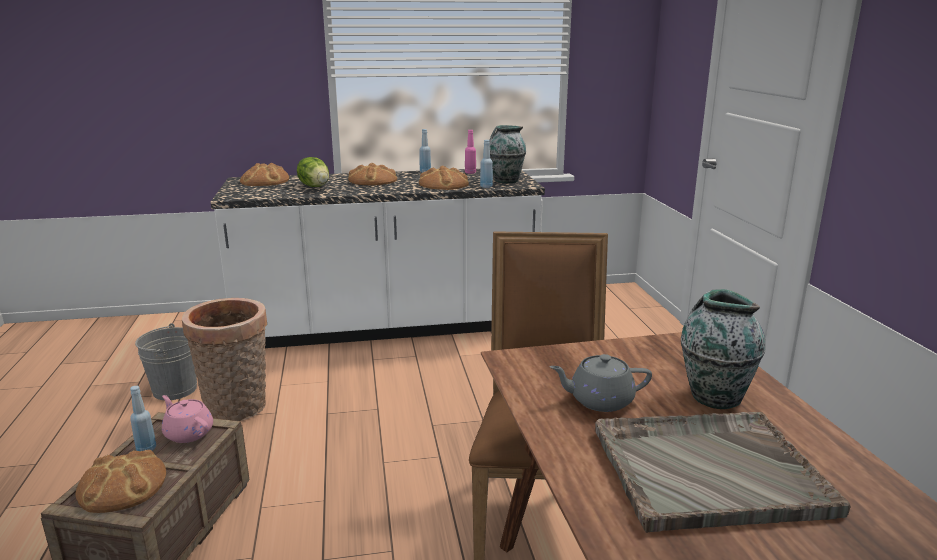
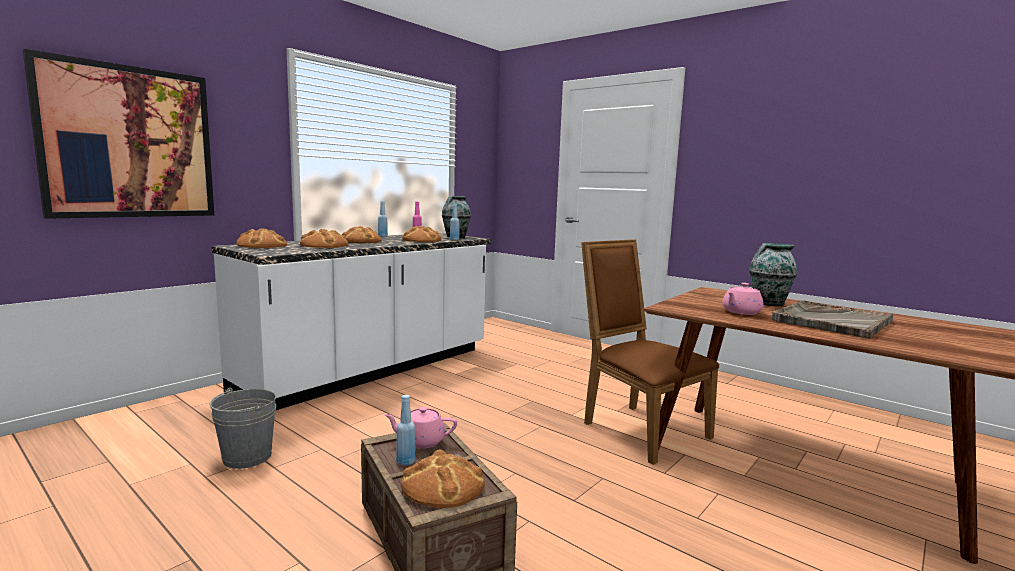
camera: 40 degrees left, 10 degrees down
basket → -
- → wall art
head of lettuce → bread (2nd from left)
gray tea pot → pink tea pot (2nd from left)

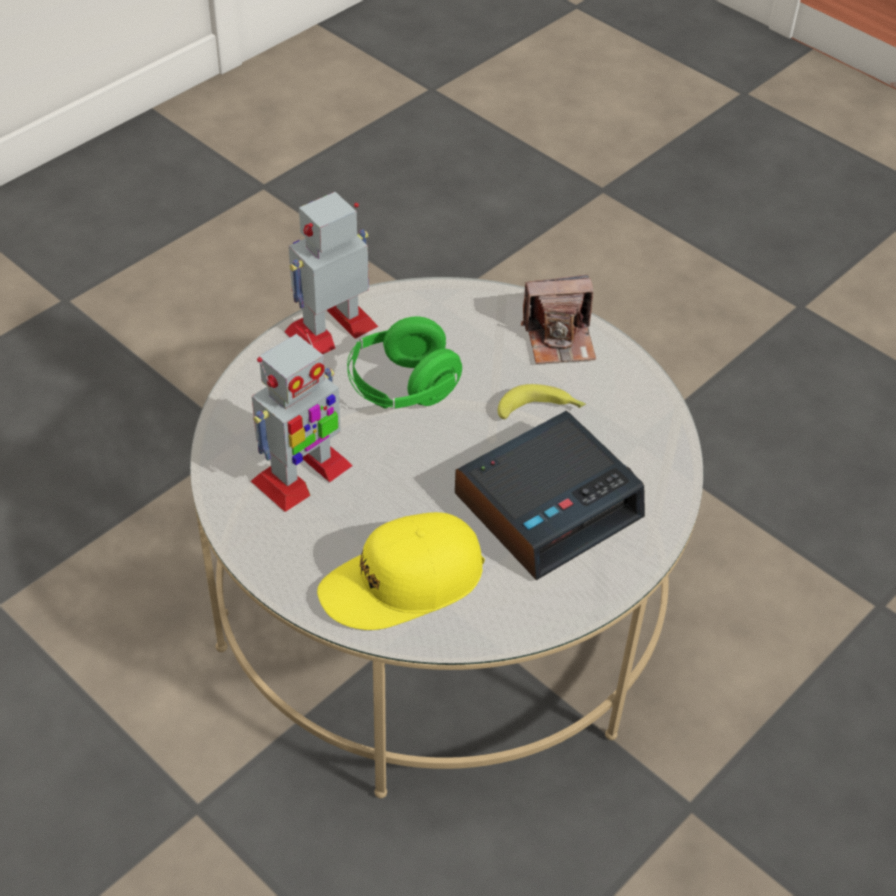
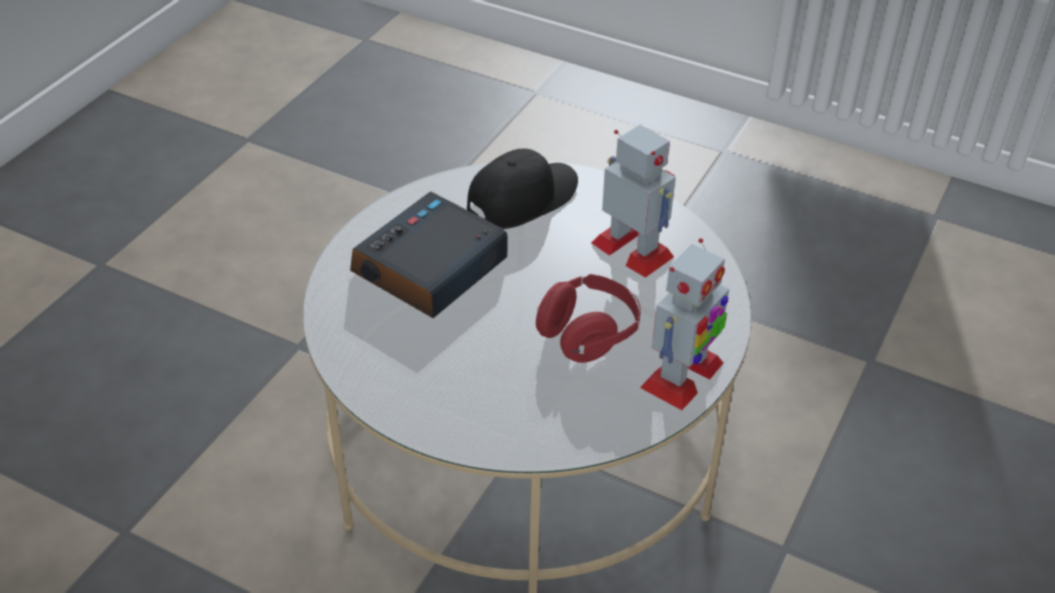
camera: 165 degrees right, 5 degrees down
banana → -
photo camera → -
yellowish baseball cap → black-coloured baseball cap
greenish headphones → red-coloured headphones
toy robot (1st from left), 105 degrees clockwise

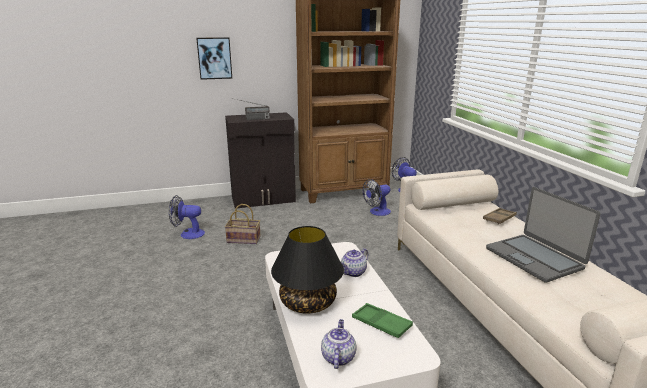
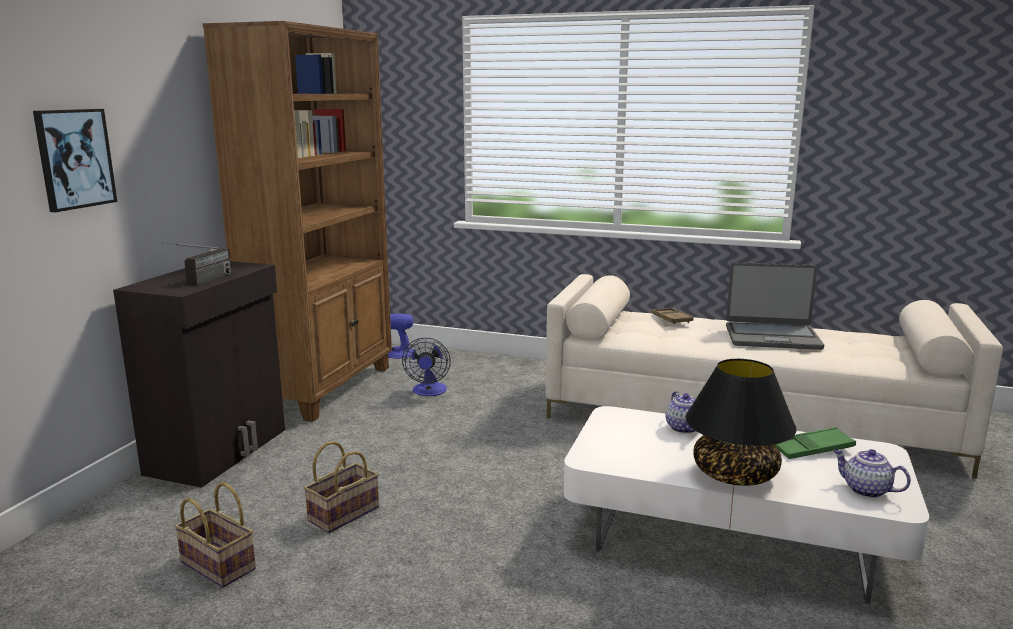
camera: 55 degrees left, 5 degrees down
cooling fan (1st from left) → basket (1st from left)

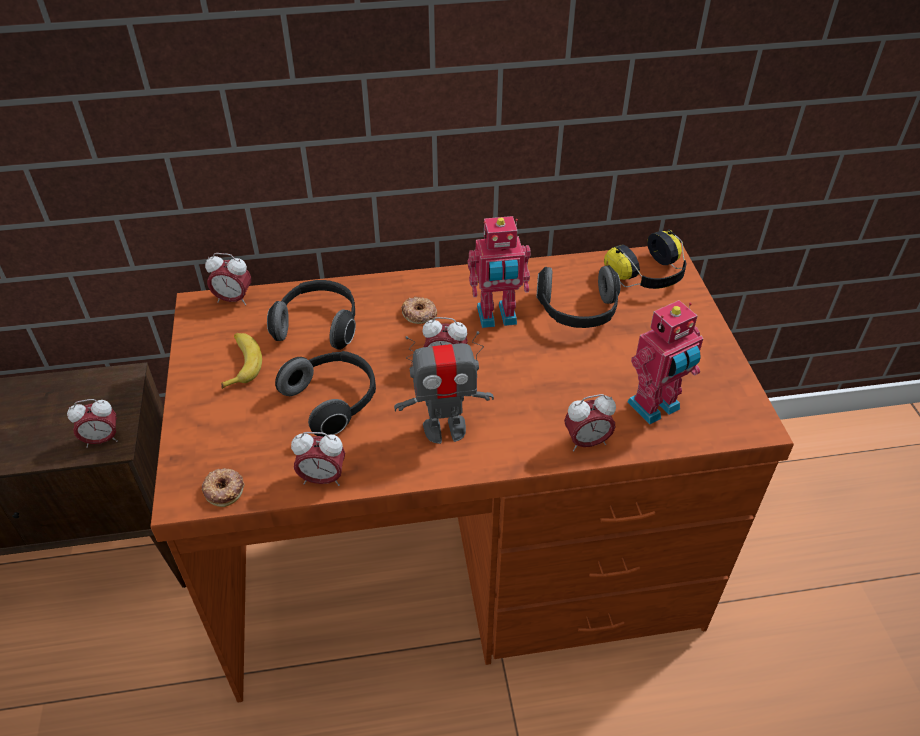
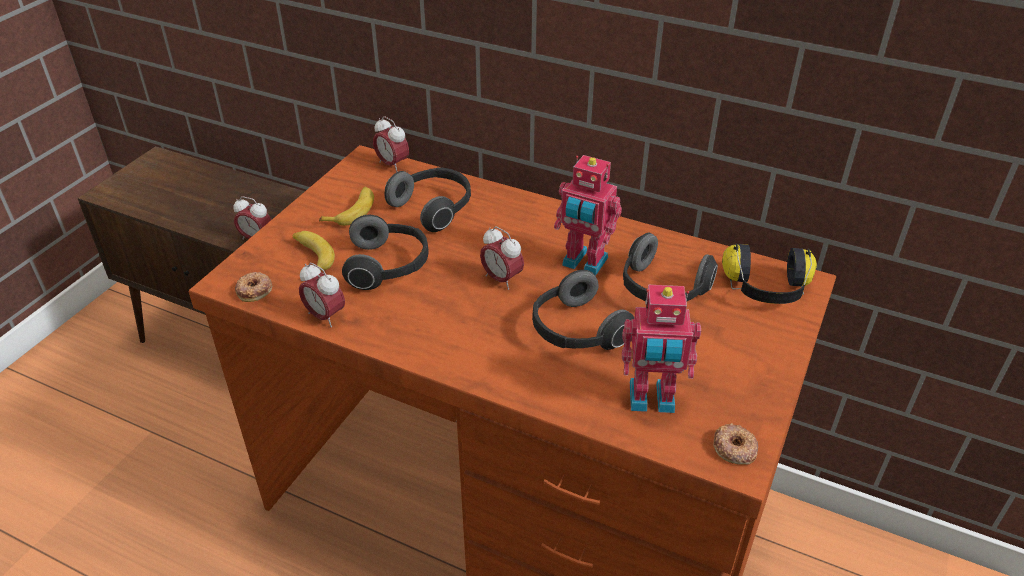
camera: 35 degrees right, 5 degrees down
toy robot (1st from left) → -
alarm clock (5th from left) → -
- → banana (1st from left)
- → headphones (3rd from left)
donut (2nd from left), moved

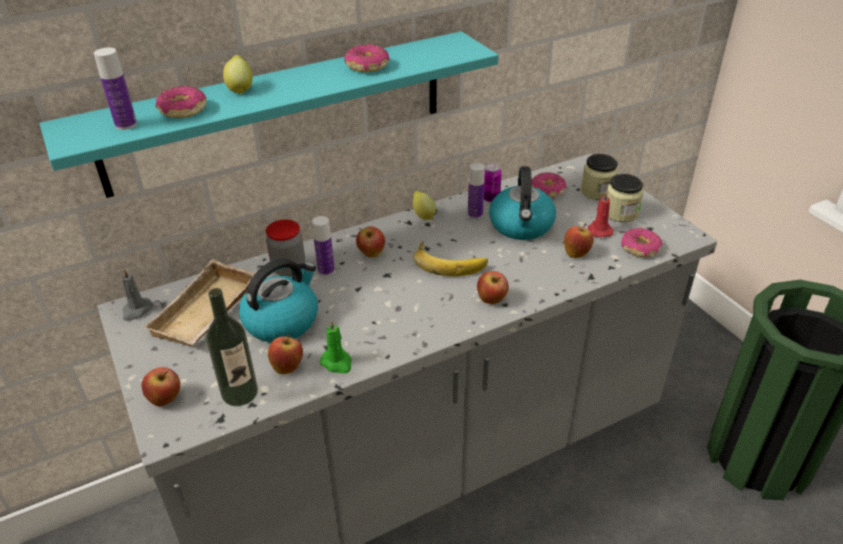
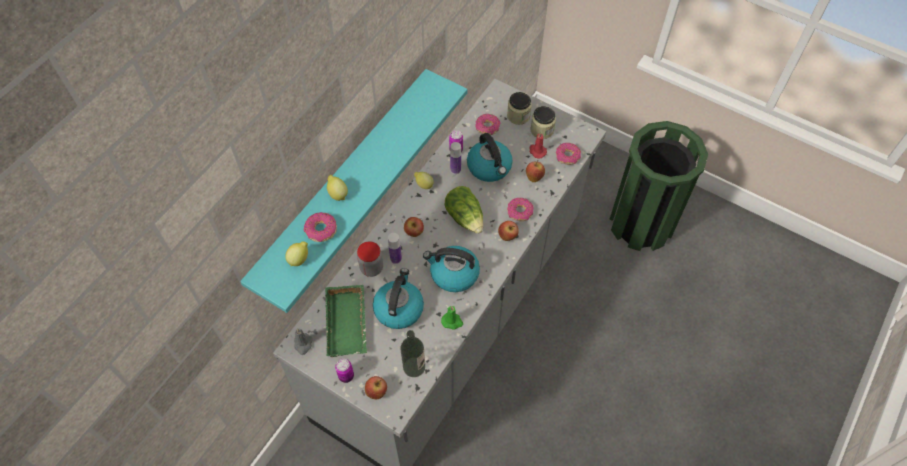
camera: 30 degrees left, 20 degrees up
apple (2nd from left) → -
- → metal can (1st from left)
- → water kettle (2nd from left)
donut (2nd from left in the first image) → donut (3rd from left), moved
bottle (1st from left) → citrus fruit (1st from left)
banana → head of lettuce
beige-coloured carrying tray → greenish carrying tray

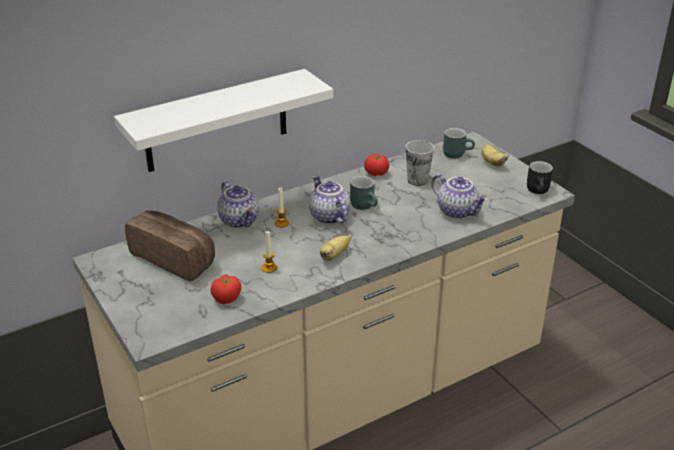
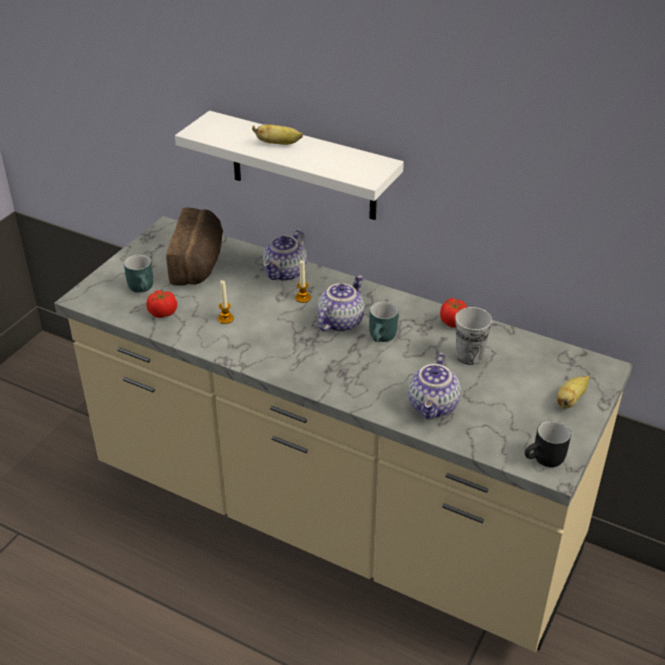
camera: 60 degrees right, 5 degrees up
banana (1st from left), moved
turquoise-coloured tea mug (2nd from left in the first image) → turquoise-coloured tea mug (1st from left), moved

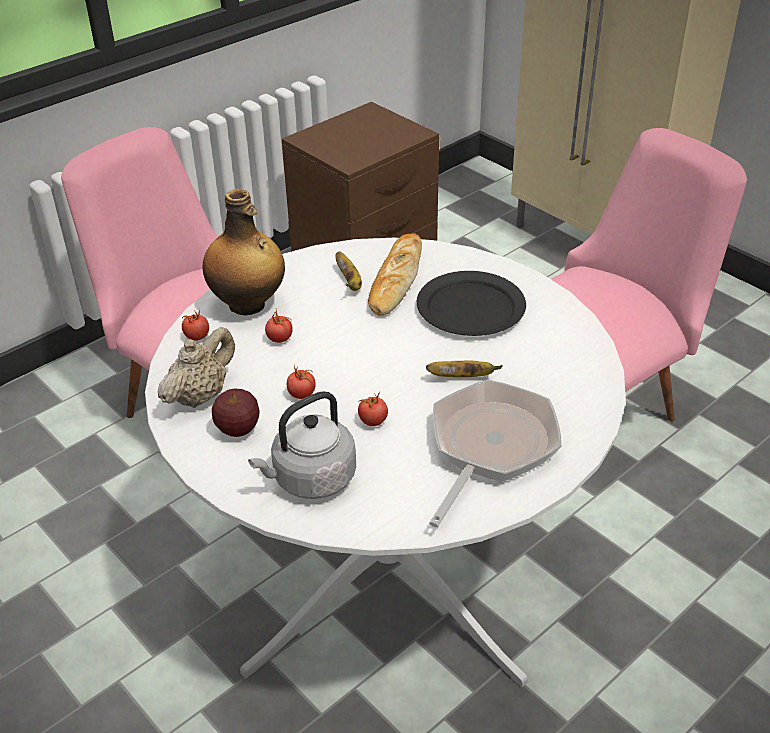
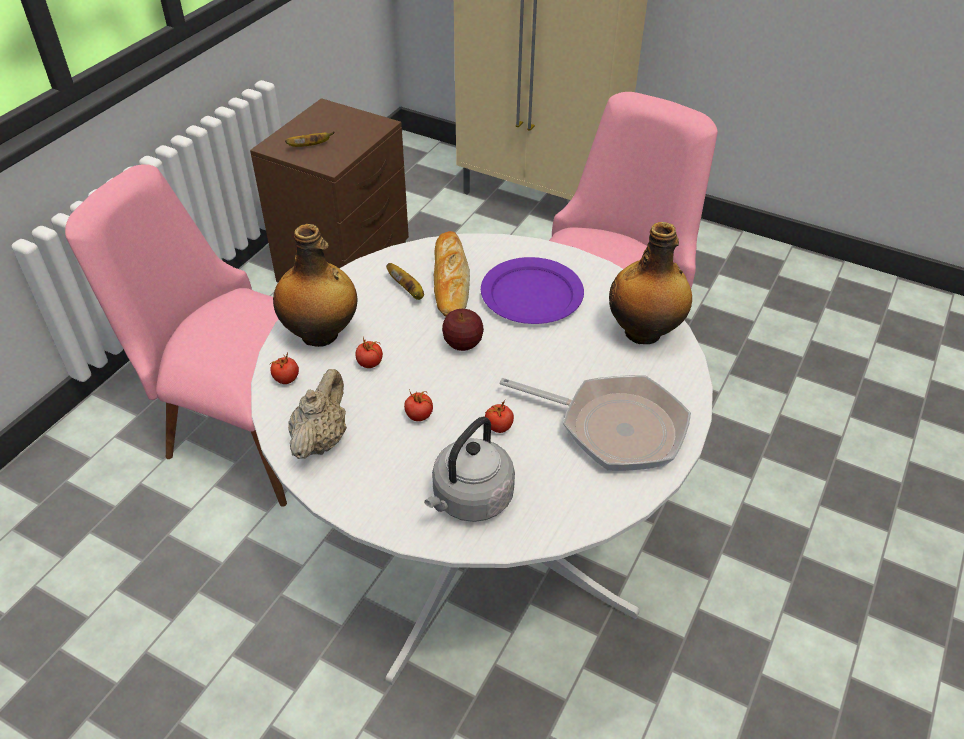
camera: 20 degrees left, 5 degrees up
- → bottle (2nd from left)
apple, moved
banana (2nd from left in the first image) → banana (1st from left), moved
black-coloured plate → purple-coloured plate
pan, 105 degrees clockwise

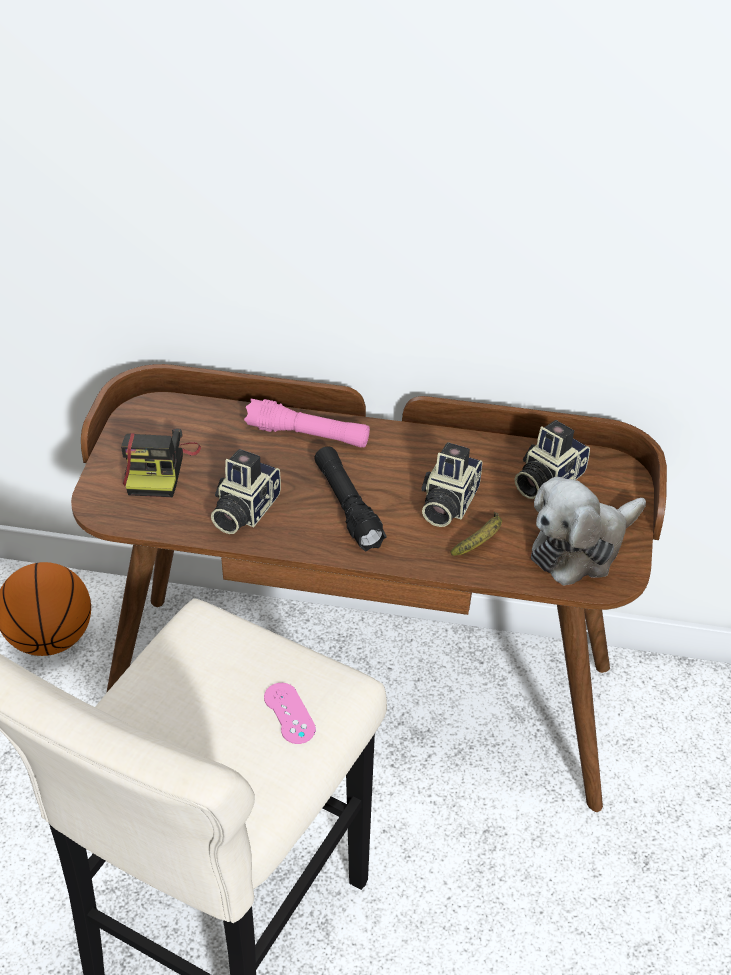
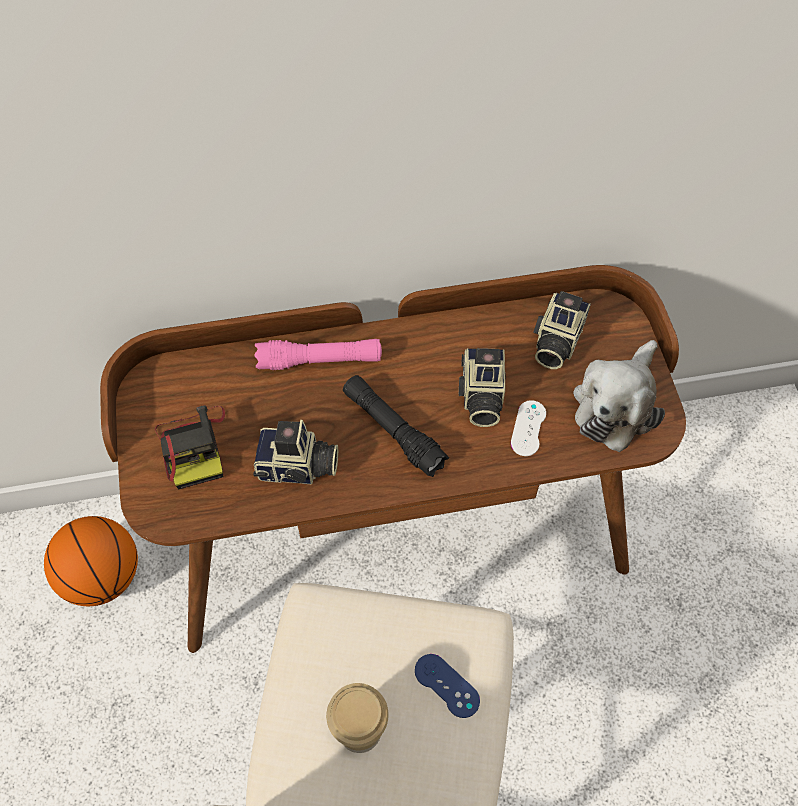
camera: 20 degrees left, 15 degrees up
- → drinking cup
banana → white-coloured game controller
pink game controller → bluish game controller
photo camera (2nd from left), 90 degrees counterclockwise

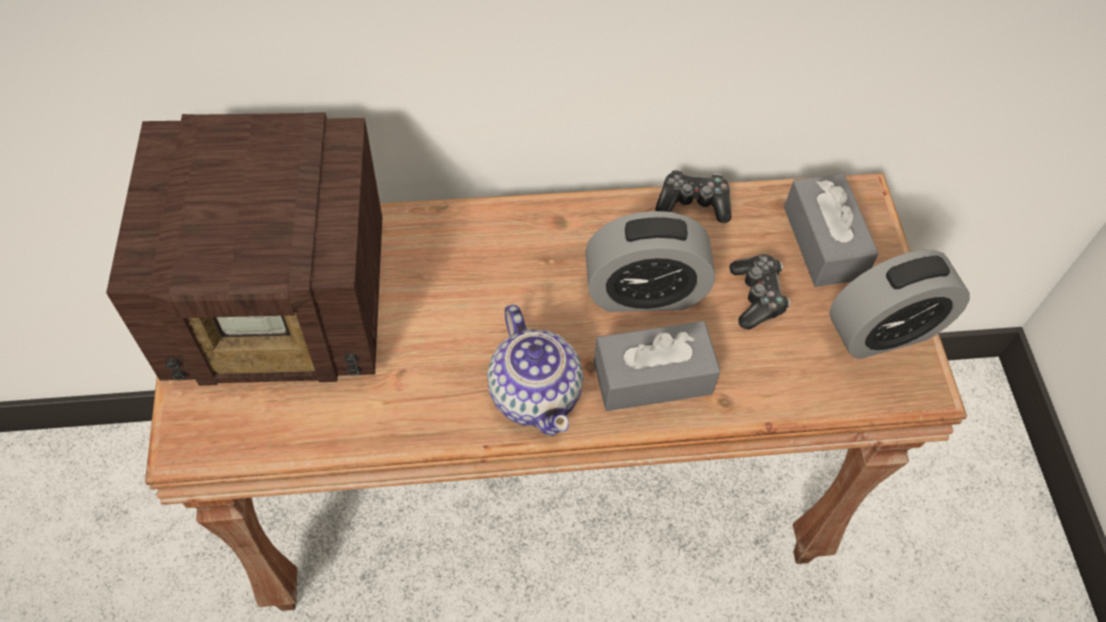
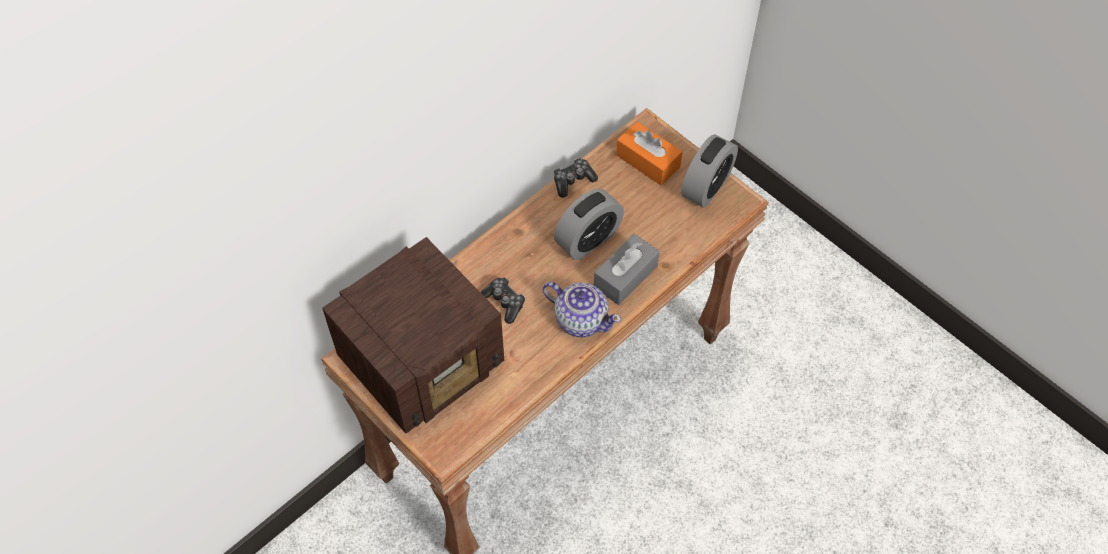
camera: 35 degrees left, 0 degrees up
game controller (2nd from left in the first image) → game controller (1st from left), moved
gray tissue box (2nd from left) → orange tissue box

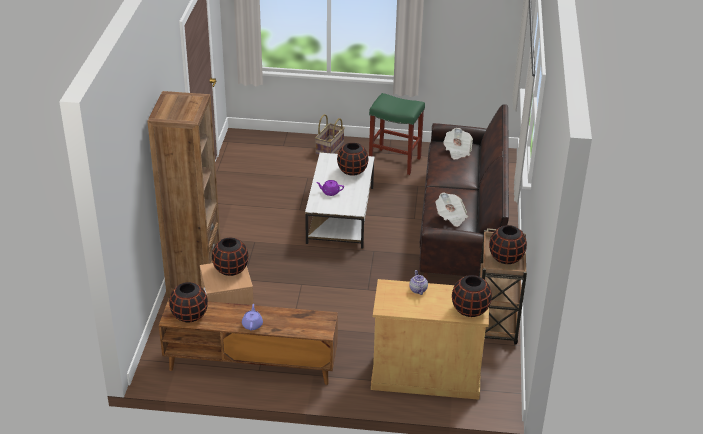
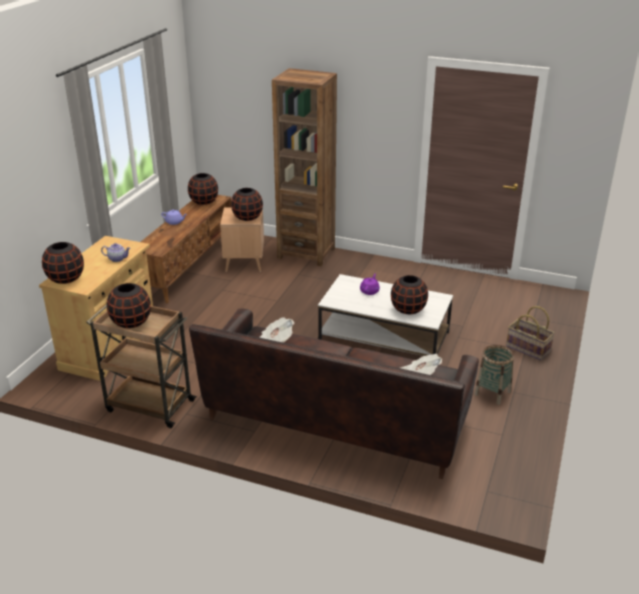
camera: 105 degrees right, 5 degrees down
greenish stool seat → basket (1st from left)

